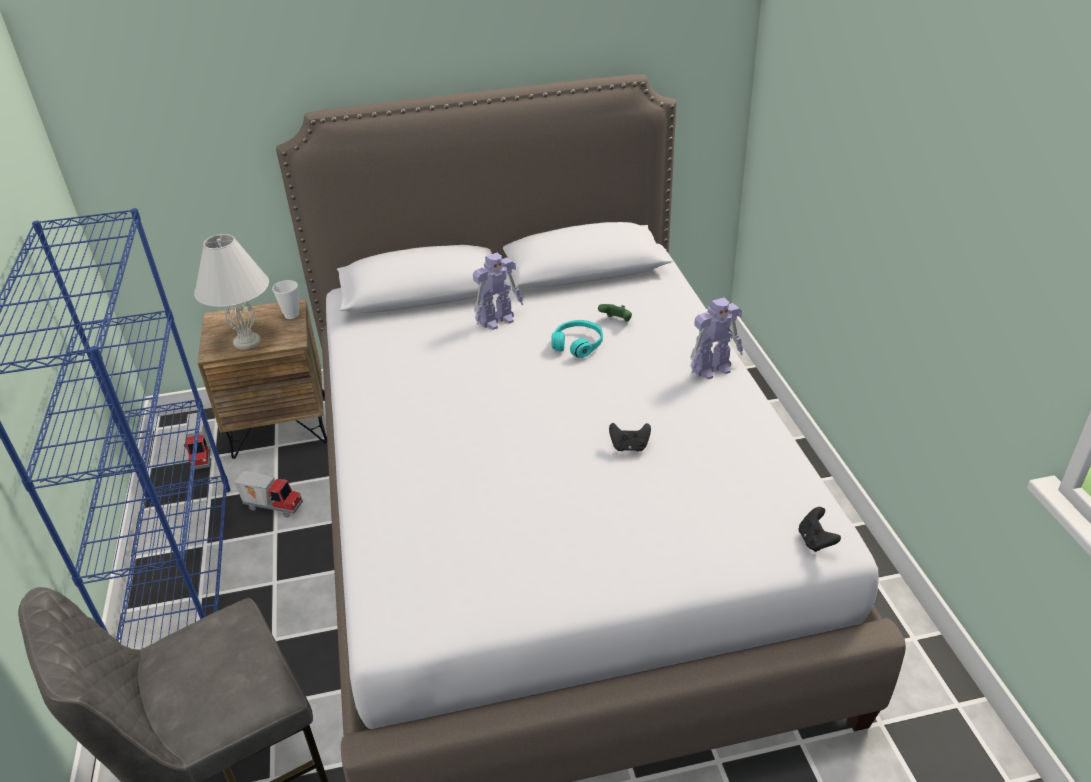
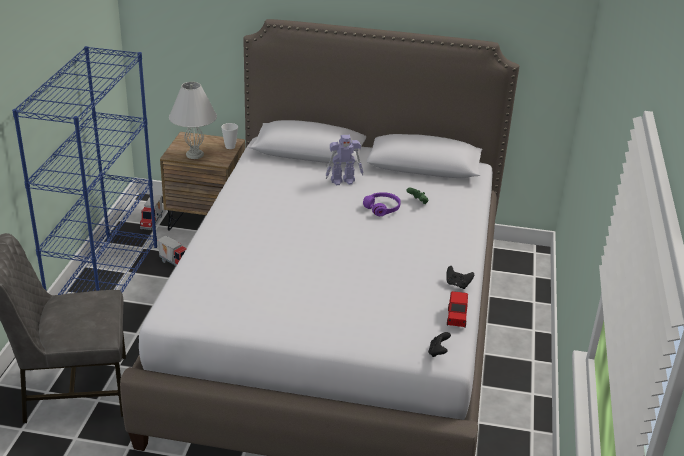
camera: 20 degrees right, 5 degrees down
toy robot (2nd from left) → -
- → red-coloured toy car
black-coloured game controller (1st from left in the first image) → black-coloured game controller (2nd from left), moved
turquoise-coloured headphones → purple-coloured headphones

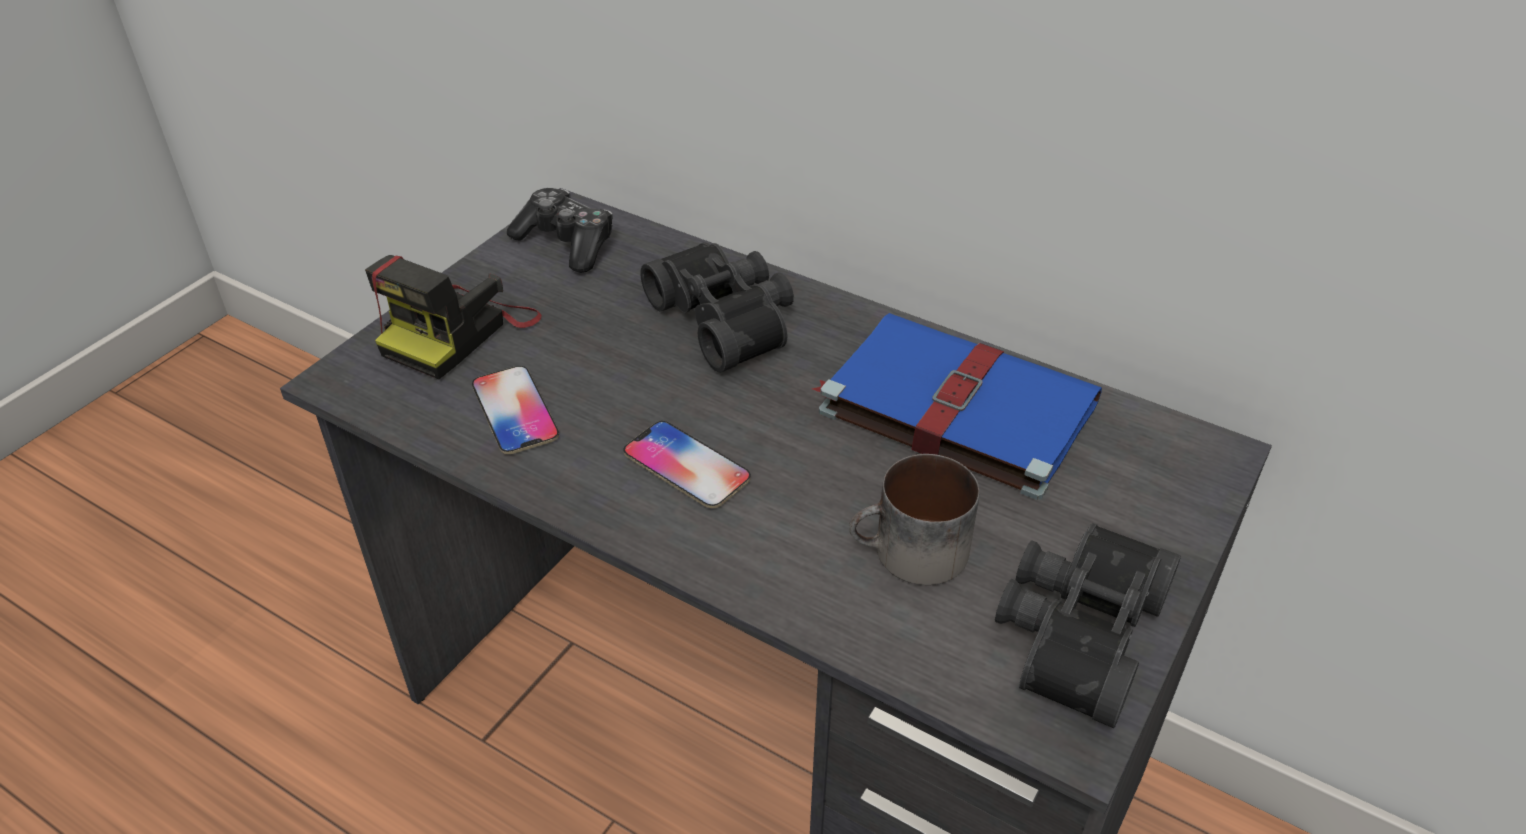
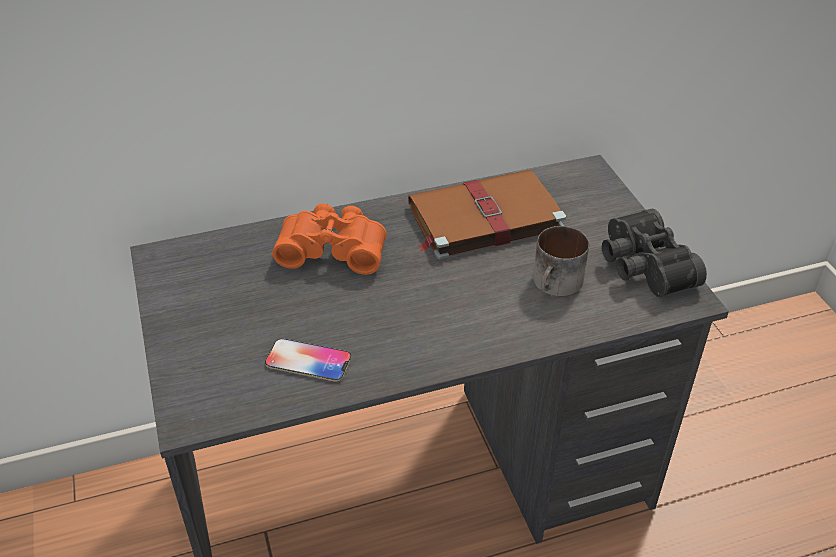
camera: 50 degrees left, 0 degrees up
photo camera → -
game controller → -
handset (2nd from left) → -
black-coloured binoculars (1st from left) → orange binoculars
bluish bound book → brown bound book

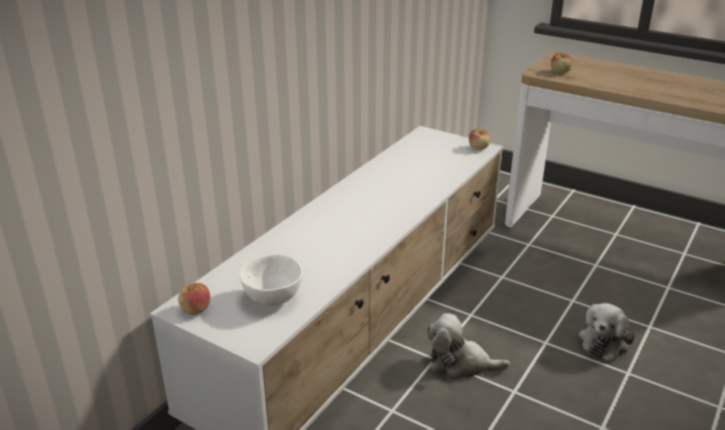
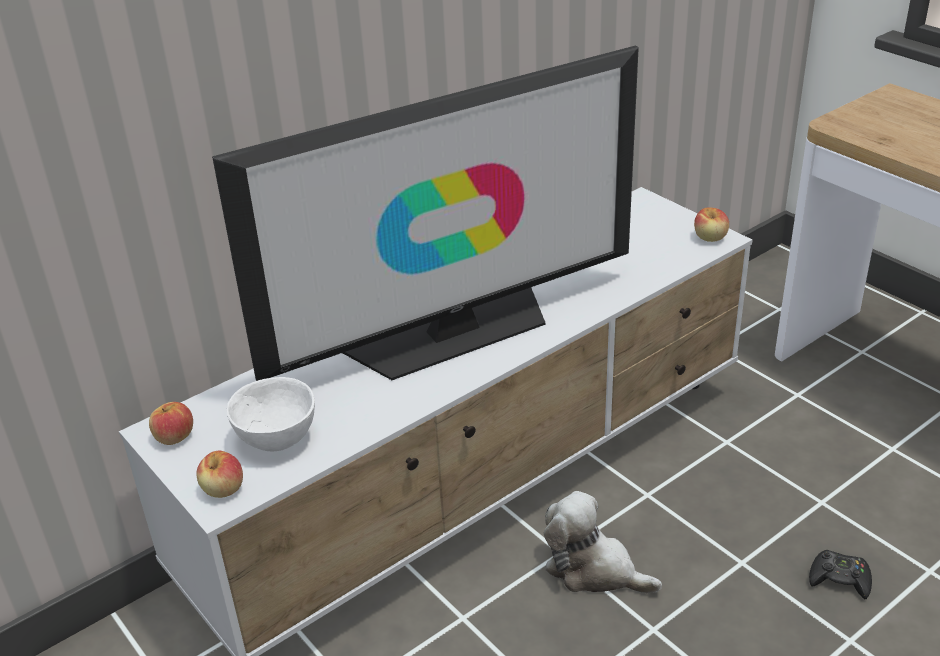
camera: 20 degrees right, 5 degrees up
- → TV
apple (3rd from left in the first image) → apple (2nd from left), moved
soft toy (2nd from left) → black-coloured game controller

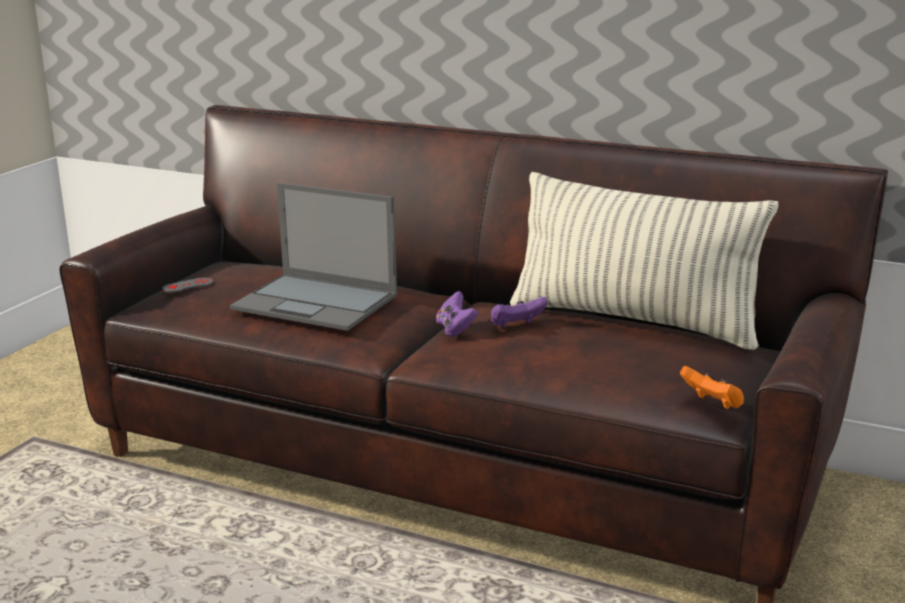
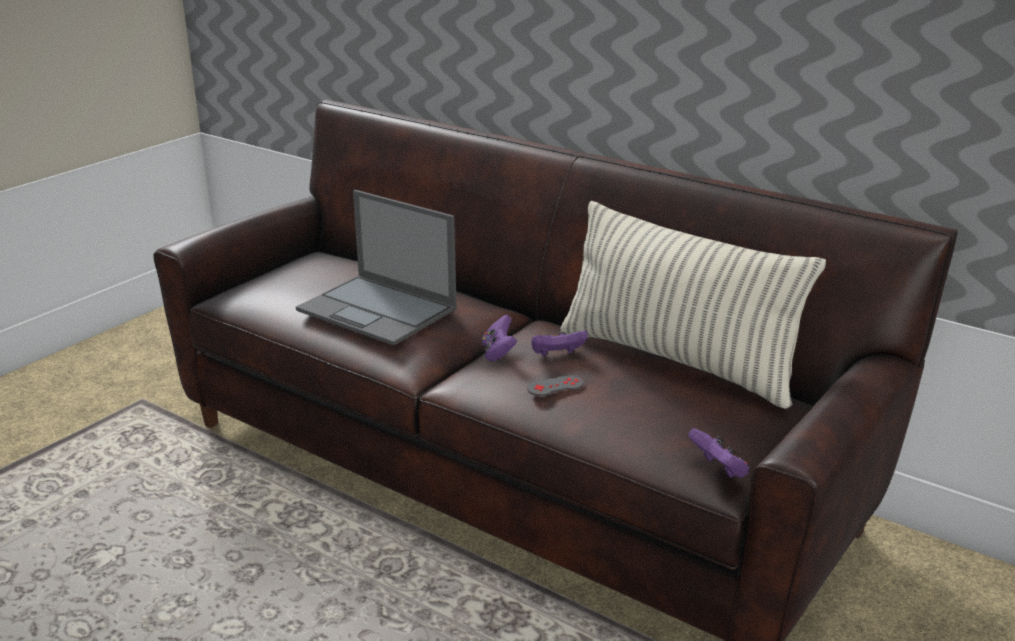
camera: 10 degrees right, 5 degrees up
gray game controller, moved
orange game controller → purple-coloured game controller (3rd from left)

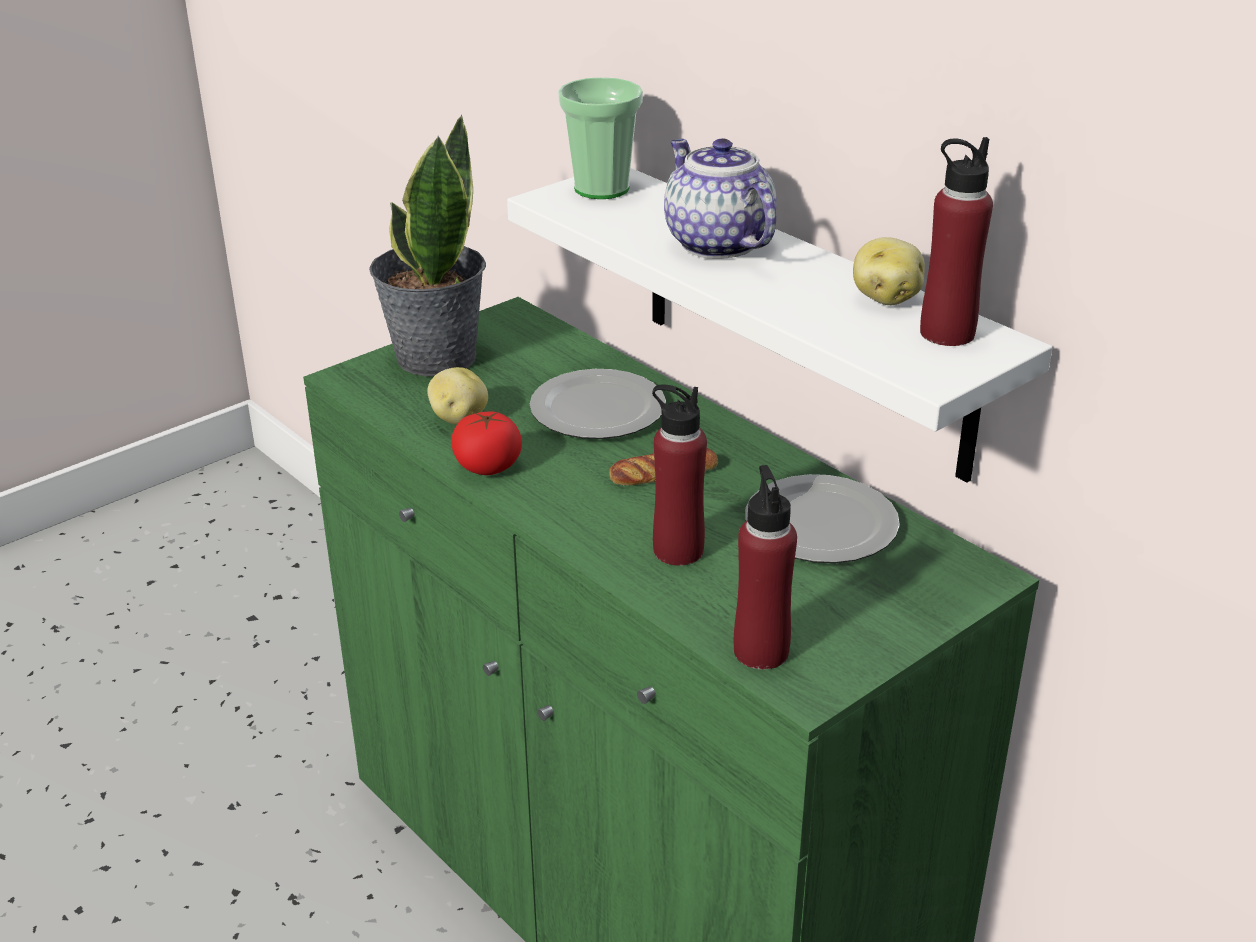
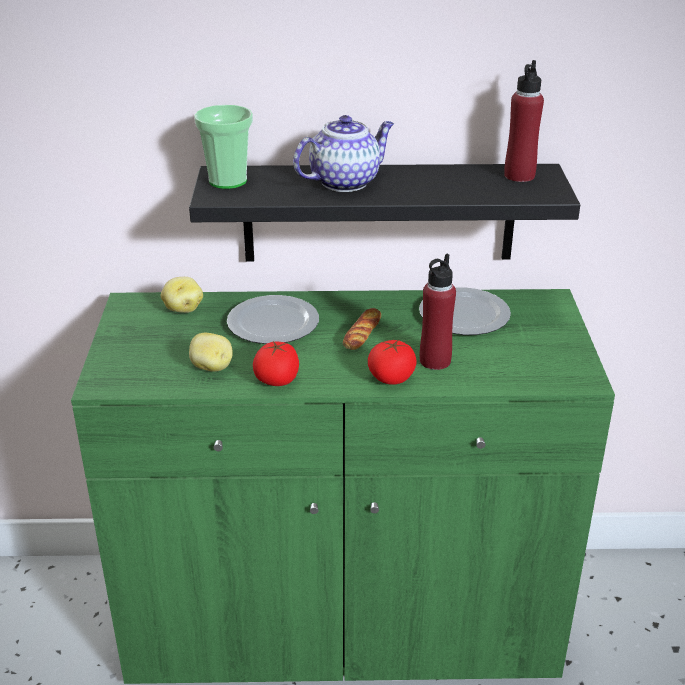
camera: 50 degrees left, 0 degrees up
potted plant → -
red-coloured bottle (2nd from left) → -
- → fresh tomato (2nd from left)
whole potato (2nd from left in the first image) → whole potato (1st from left), moved
white-coloured shelf → black-coloured shelf
tea pot, 135 degrees clockwise

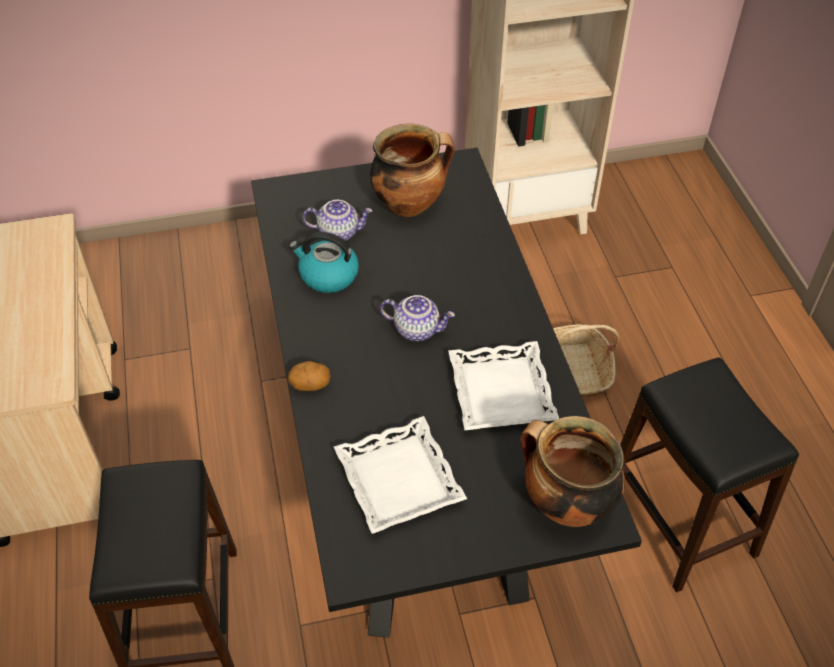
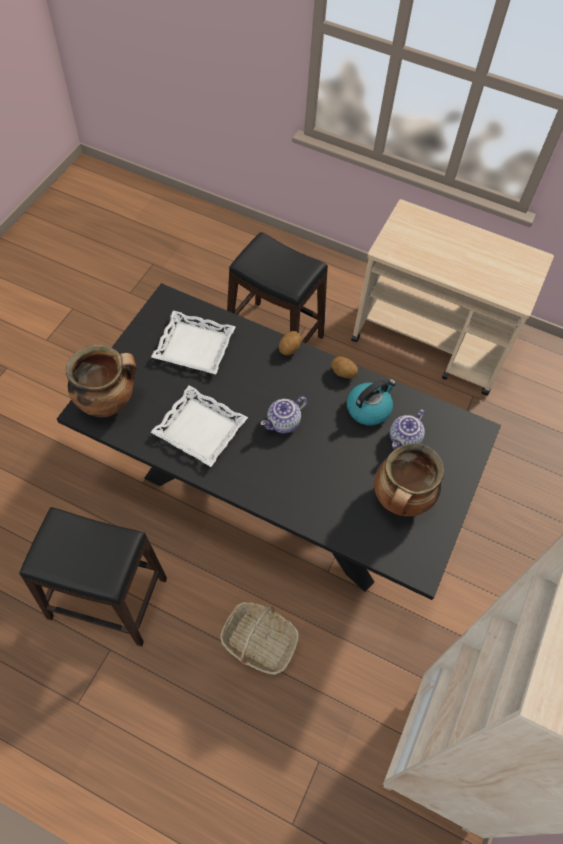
camera: 125 degrees right, 10 degrees up
- → whole potato (2nd from left)

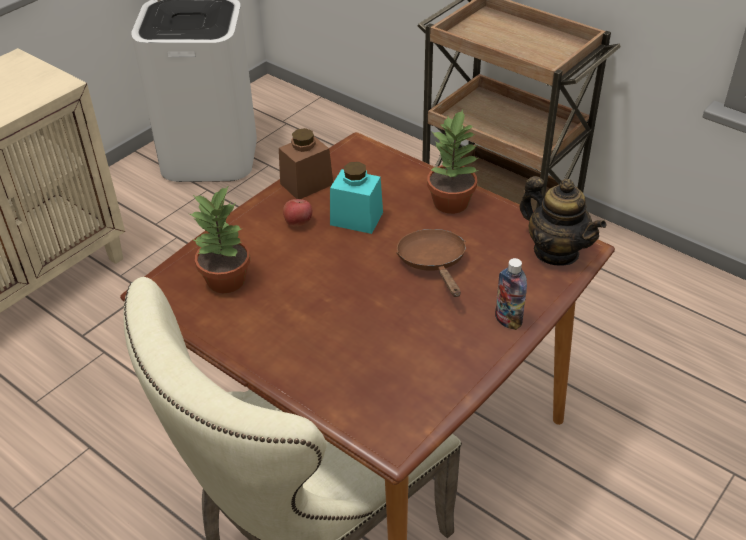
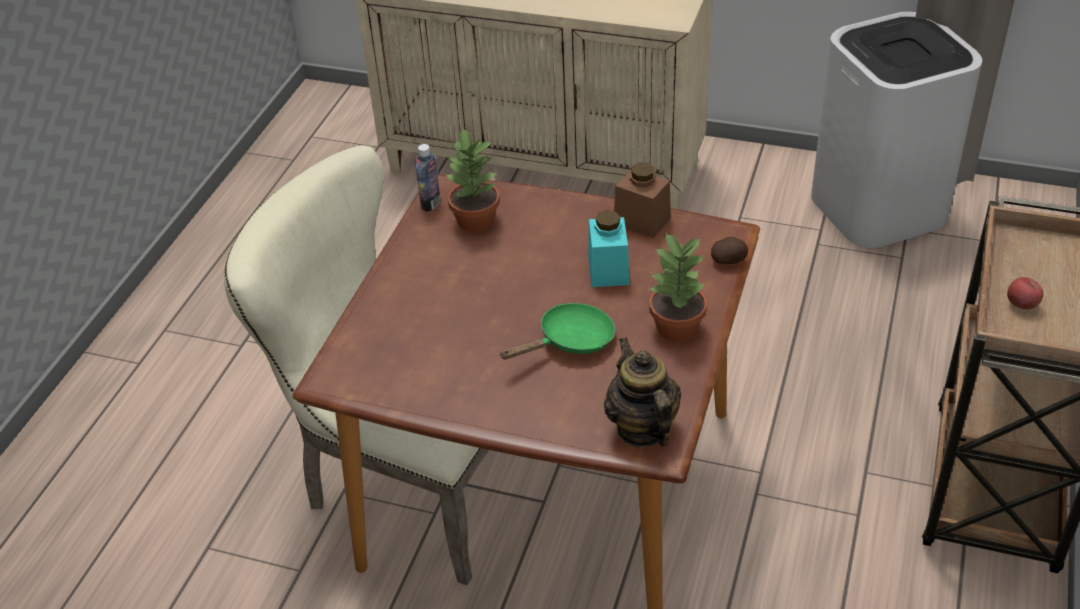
camera: 70 degrees right, 0 degrees up
- → whole potato
apple, moved
bottle, moved
brown pan → greenish pan
tea pot, 135 degrees clockwise

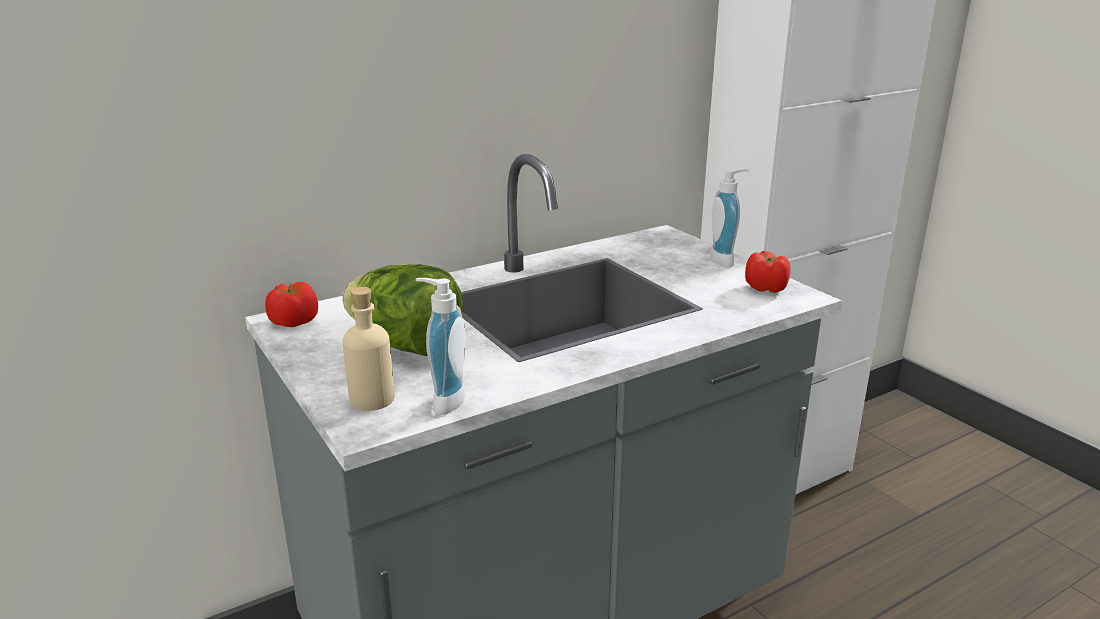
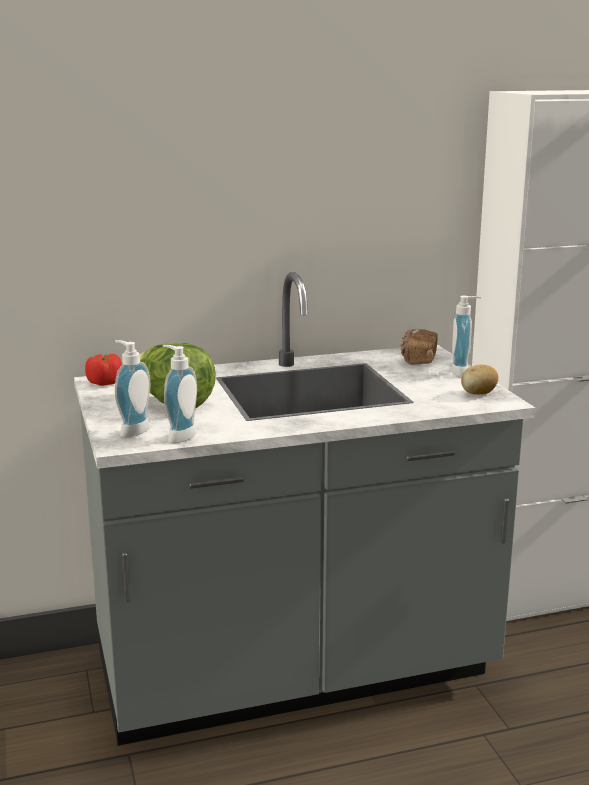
camera: 15 degrees right, 5 degrees down
- → bread
beige-coloured bottle → liquid soap bottle (1st from left)
fresh tomato (2nd from left) → whole potato

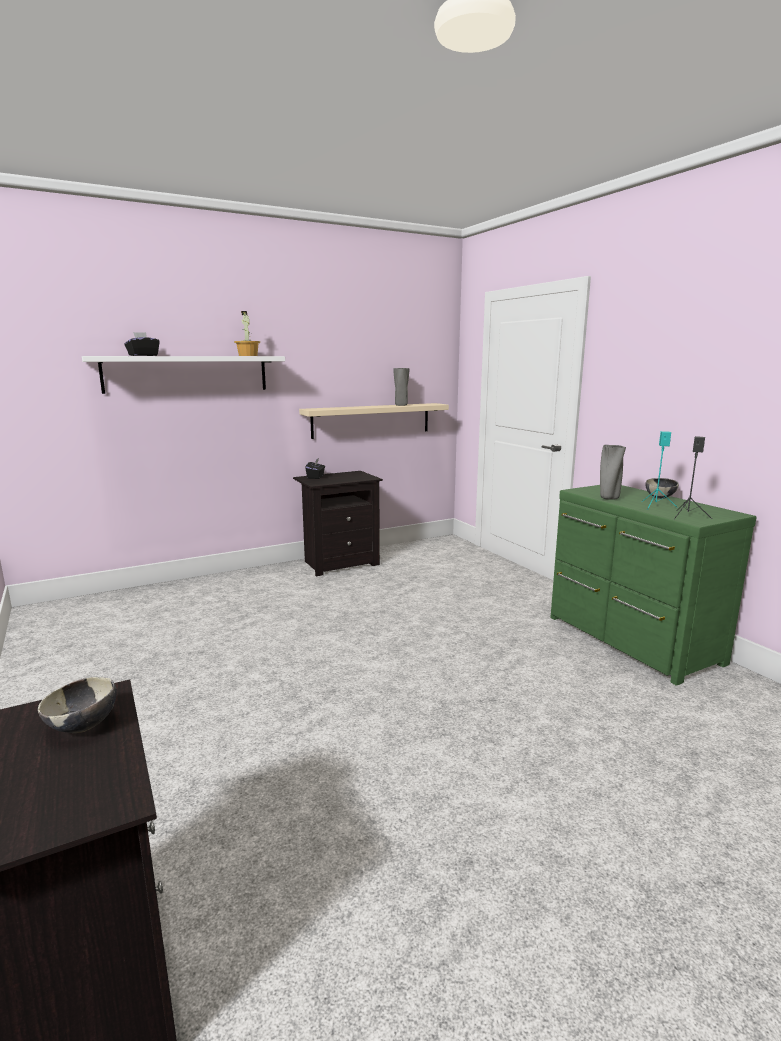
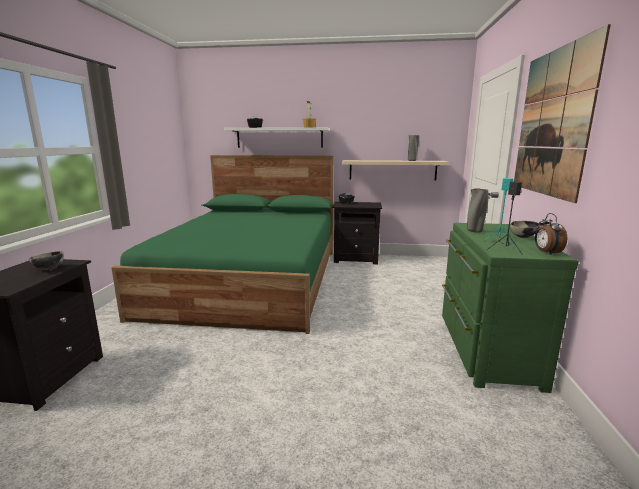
camera: 35 degrees right, 0 degrees up
- → greenish sleeping bed
- → wall art
- → alarm clock

